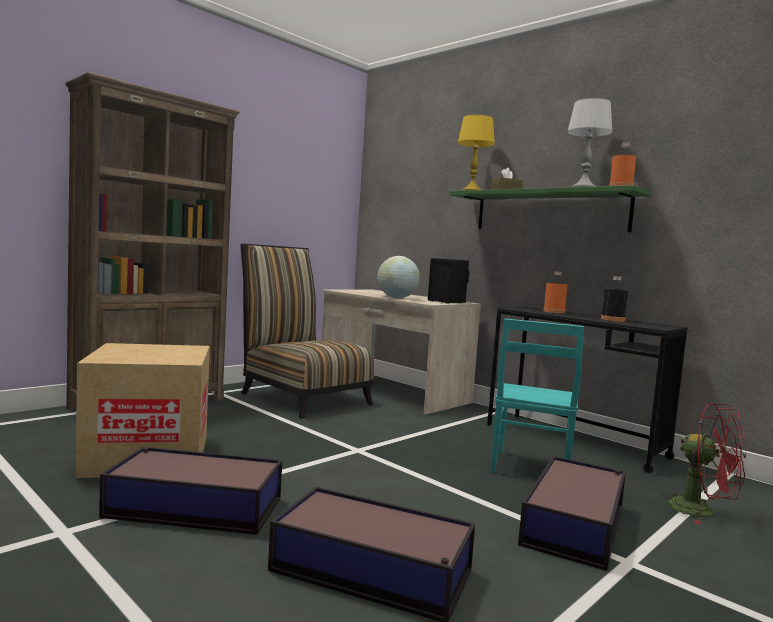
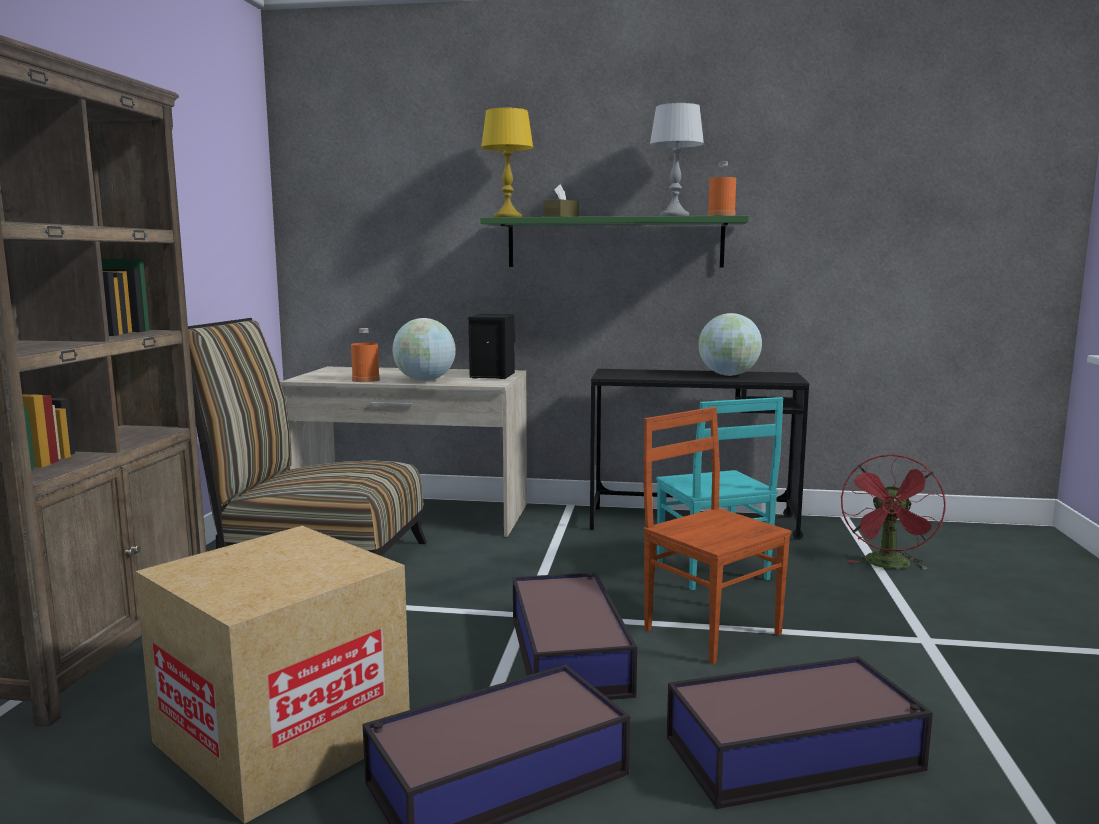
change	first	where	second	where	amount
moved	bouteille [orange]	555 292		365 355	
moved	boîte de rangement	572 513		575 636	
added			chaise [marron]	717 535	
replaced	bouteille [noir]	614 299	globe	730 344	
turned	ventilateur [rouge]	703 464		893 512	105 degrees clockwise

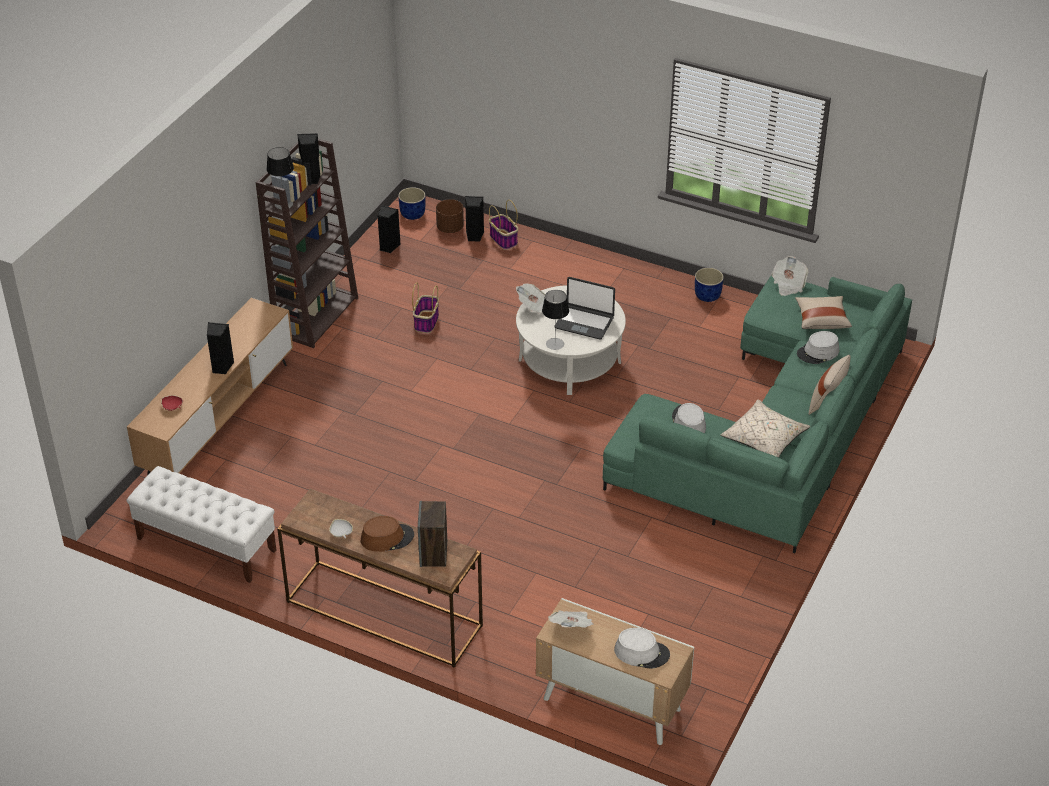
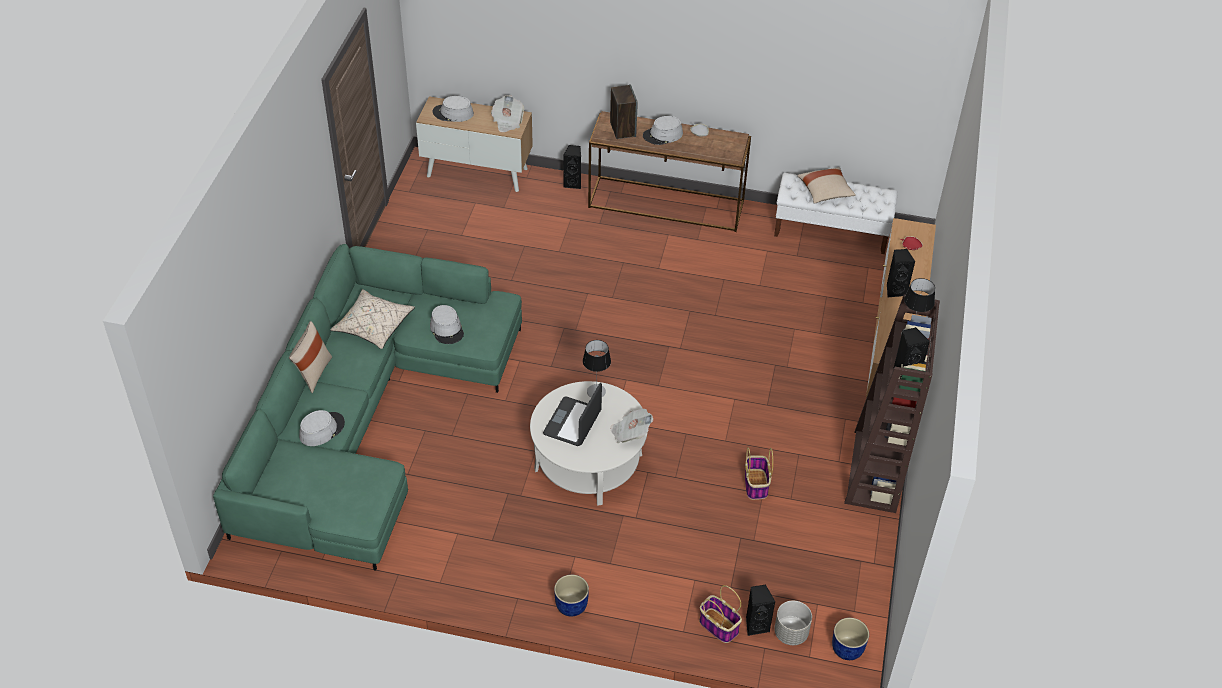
change	first	where	second	where	amount
turned	ordinateur portable	585 308		572 414	75 degrees counterclockwise
moved	cache-pot [bleu]	709 285		571 596	
moved	enceinte [noir]	388 229		572 167	
recoloured	chapeau [marron]	387 534	chapeau [gris]	663 130	
recoloured	cache-pot [marron]	450 216	cache-pot [gris]	793 623	
moved	coussin [beige]	823 312		826 185	
removed	journal	790 276			

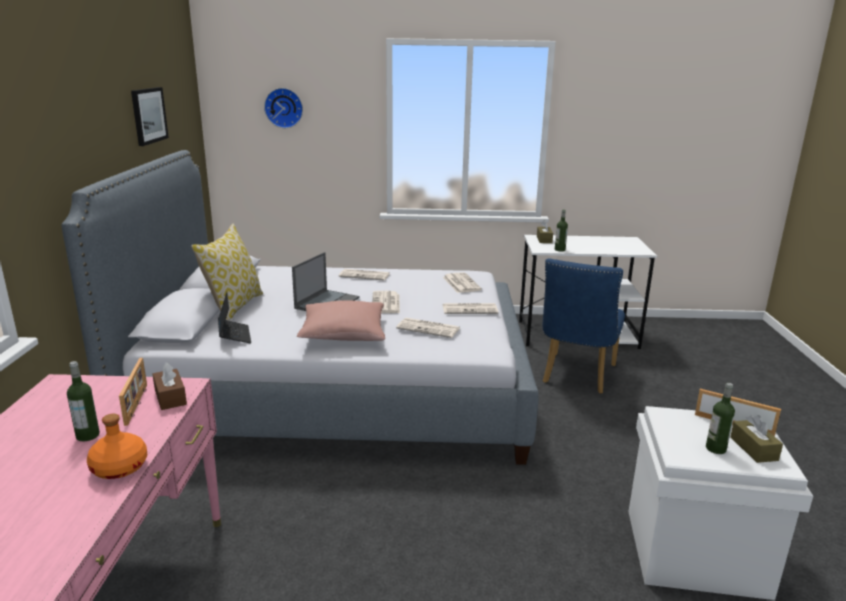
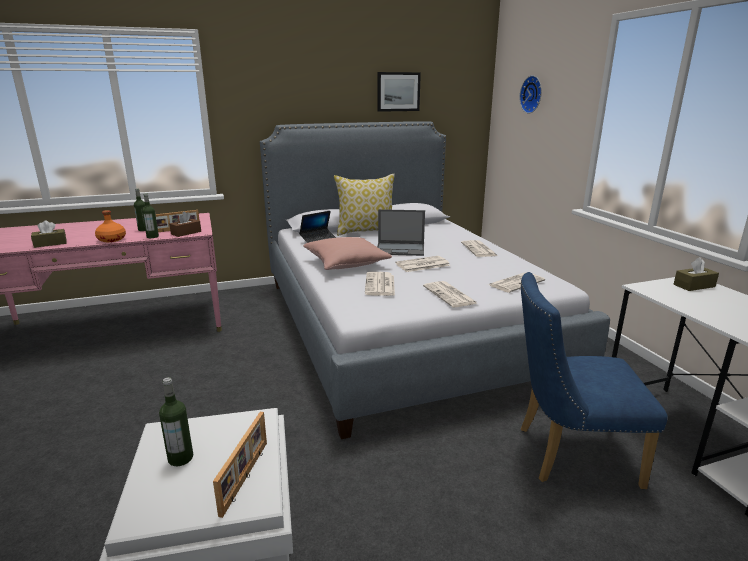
change	first	where	second	where	amount
moved	boîte à mouchoirs [marron]	756 439		49 234	
moved	bouteille	561 230		150 216	

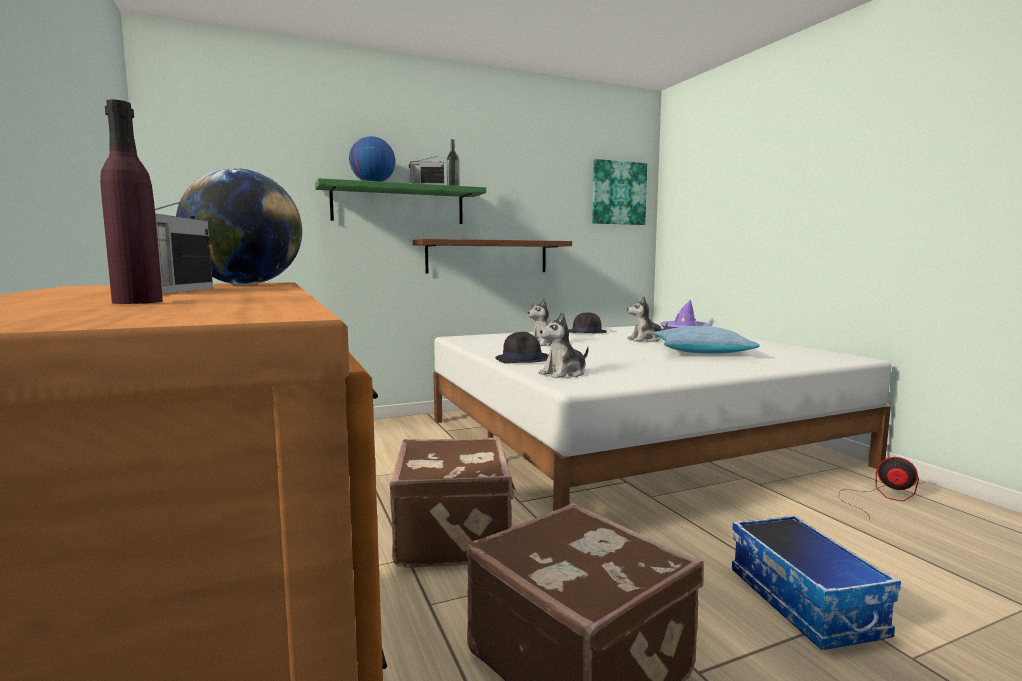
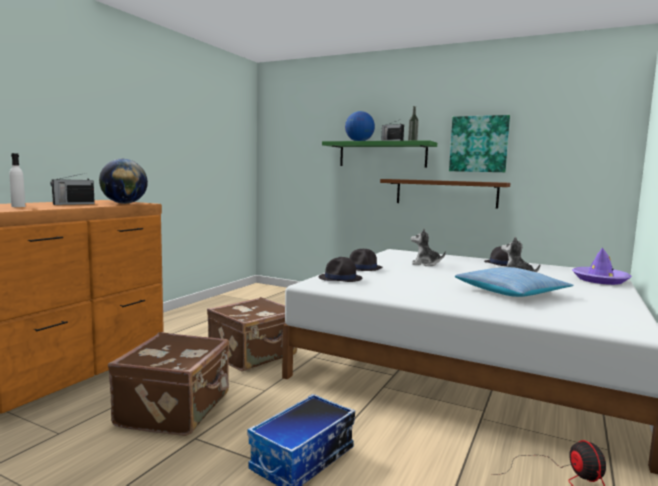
change	first	where	second	where	amount
recoloured	bouteille [violet]	131 201	bouteille [blanc]	17 180	
replaced	peluche	564 345	chapeau [noir]	340 269	
moved	tableau	619 192		479 143	

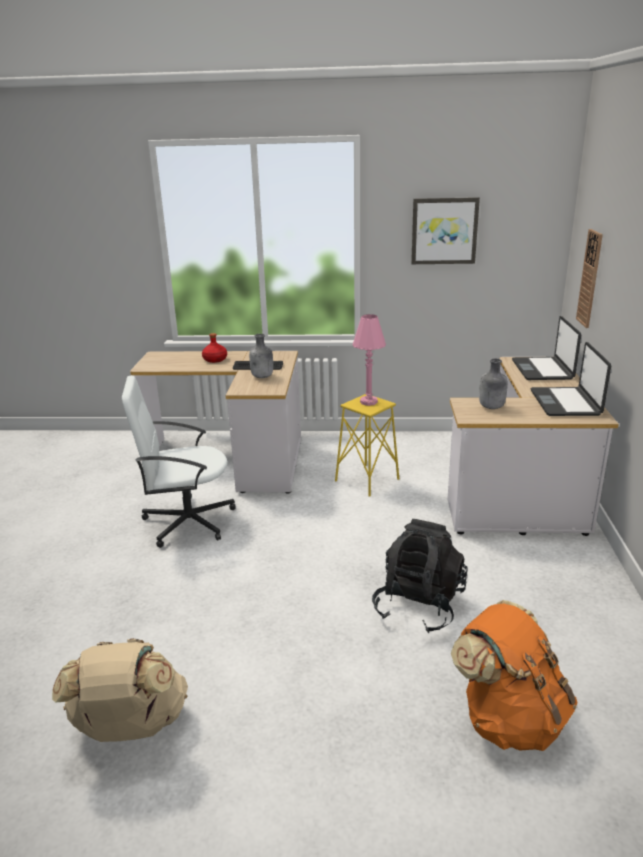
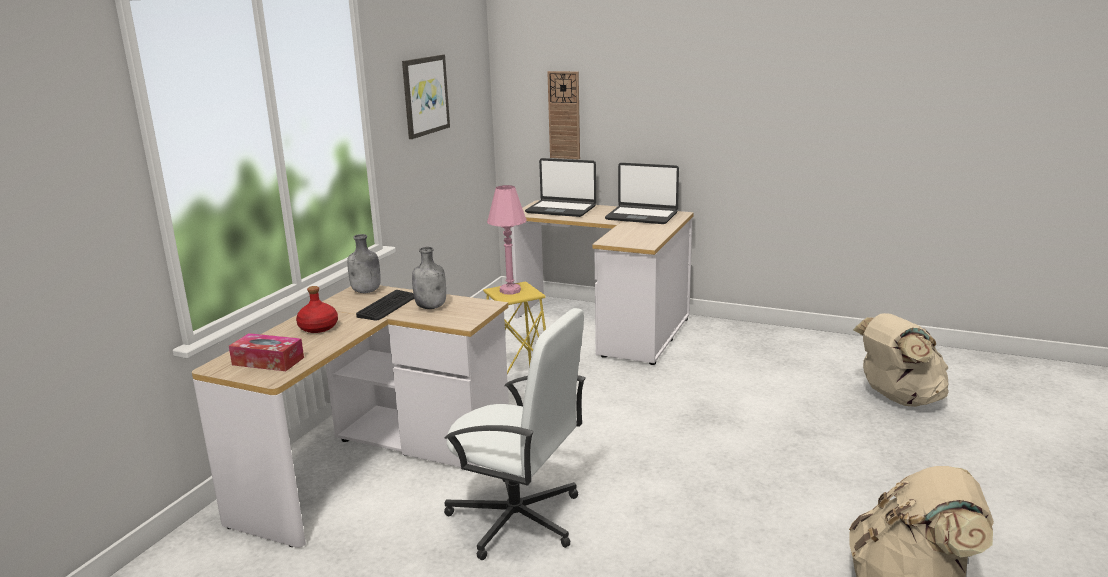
change	first	where	second	where	amount
added			boîte à mouchoirs	266 352	
moved	bouteille [gris]	493 383		364 263	
turned	chaise de bureau [blanc]	179 462		515 434	75 degrees counterclockwise
recoloured	sac à dos [orange]	514 675	sac à dos [beige]	901 360	
removed	sac à dos [noir]	420 576			

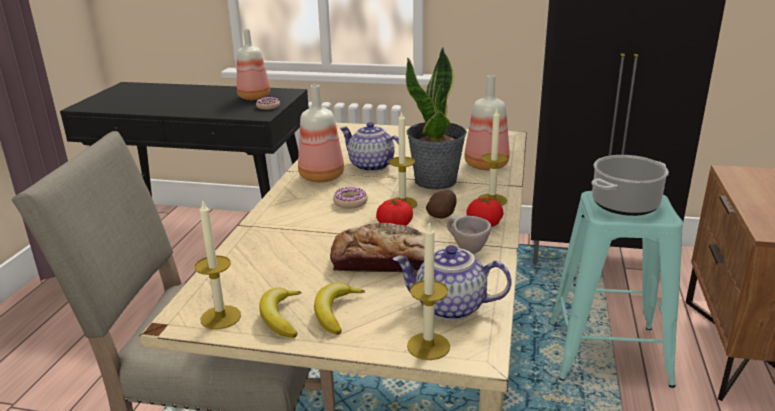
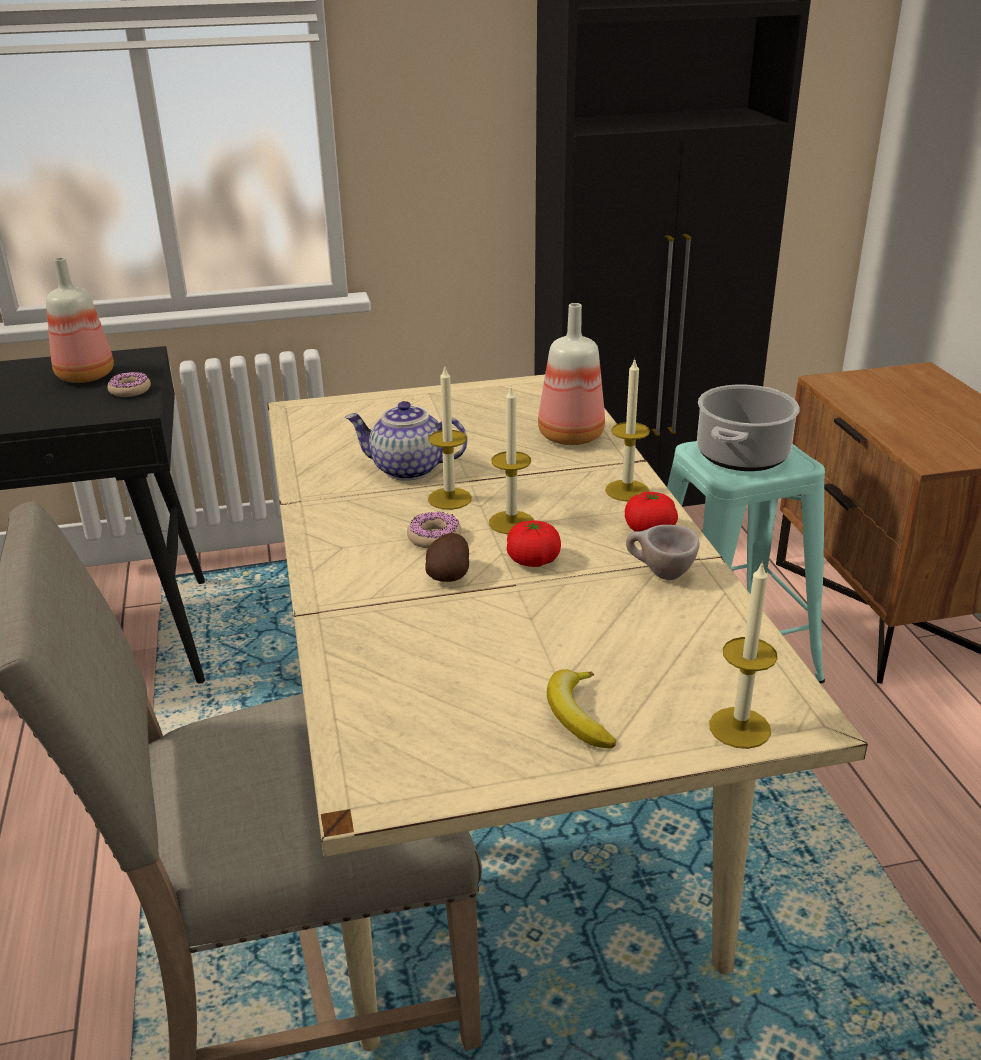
change	first	where	second	where	amount
moved	pomme de terre	441 204		447 557	
moved	bougie	218 264		450 437	
removed	banane	280 313			
removed	bouteille	321 133			
removed	pain	382 247			
removed	théière	452 283			
removed	plante en pot	436 118			

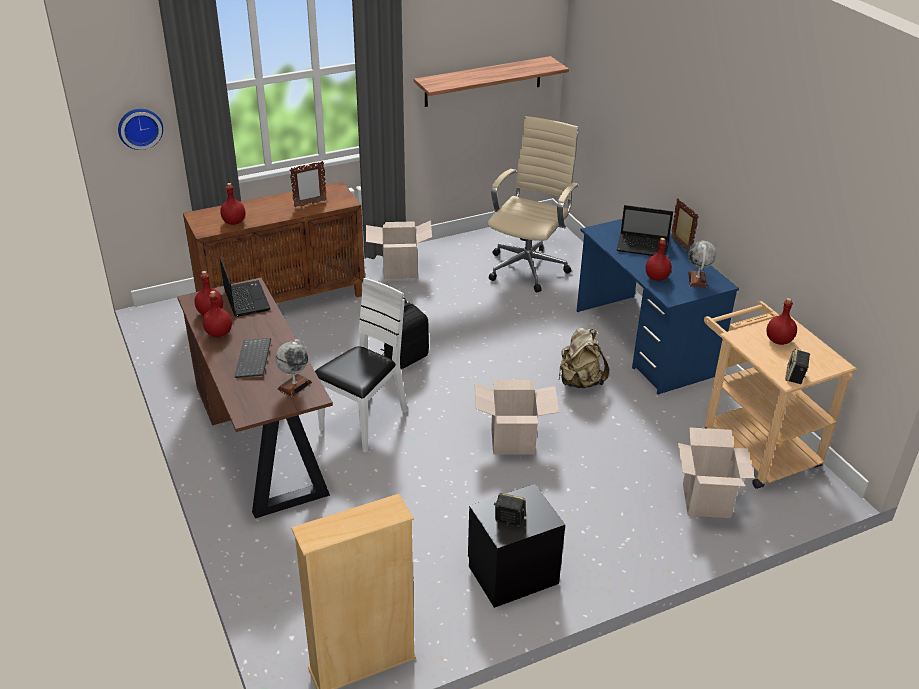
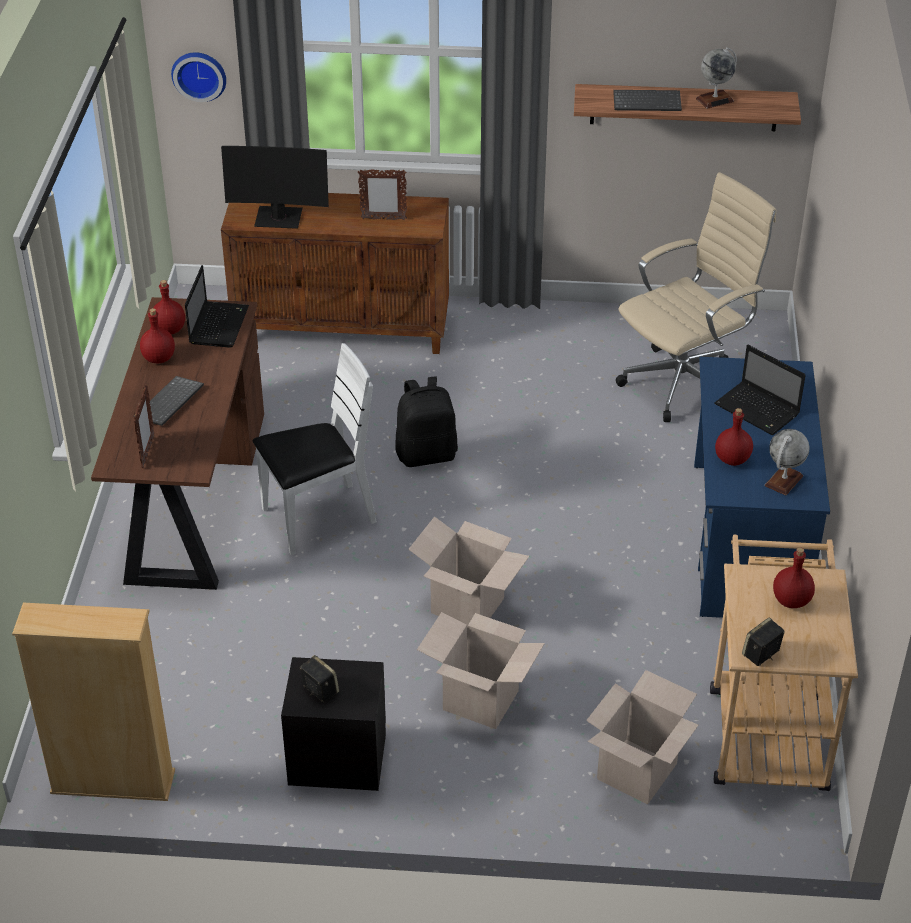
change	first	where	second	where	amount
moved	cadre photo	685 224		144 426	
replaced	bouteille [rouge]	232 204	écran d'ordinateur	275 187	
moved	carton	399 249		481 670	
added			clavier	647 100	
moved	globe	293 368		716 78	
removed	sac à dos [beige]	584 357			

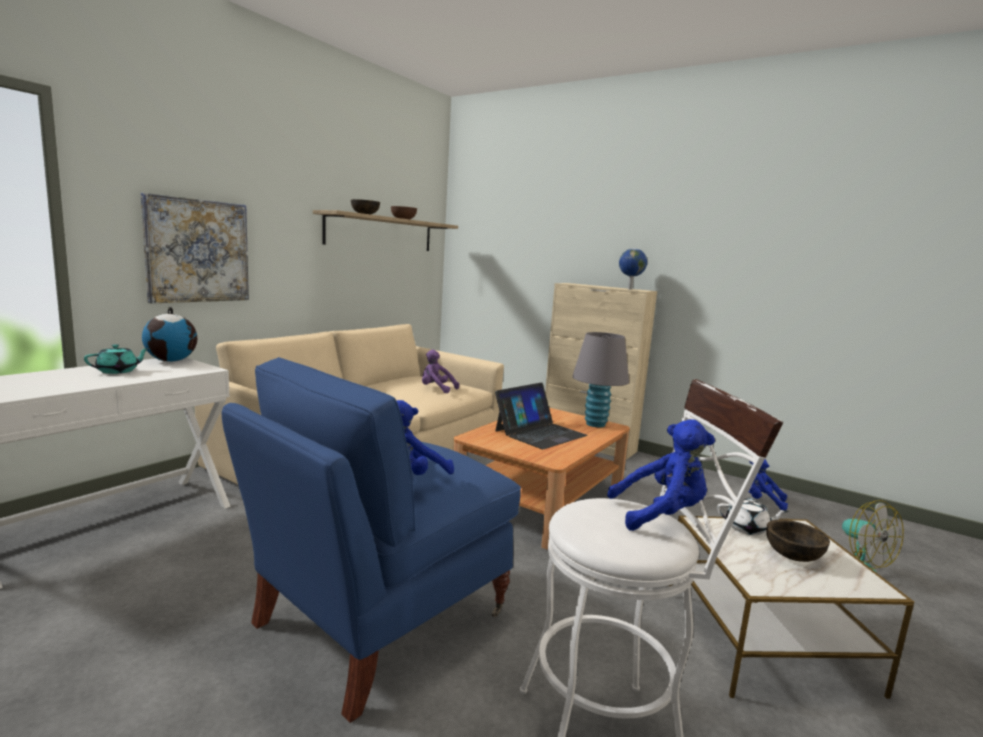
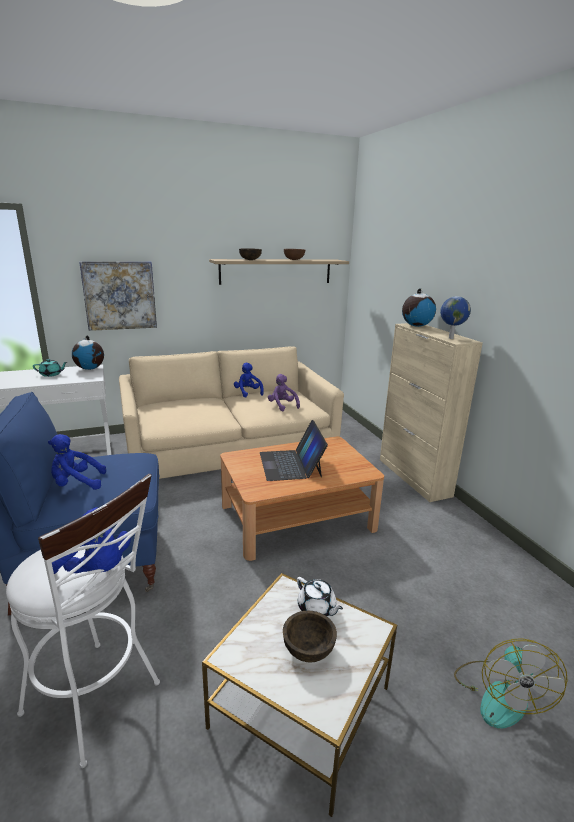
change	first	where	second	where	amount
moved	peluche [bleu]	768 485		249 380	
turned	ordinateur portable	541 415		294 450	90 degrees clockwise
added			globe	419 307	
removed	lampe de table [gris]	600 379			

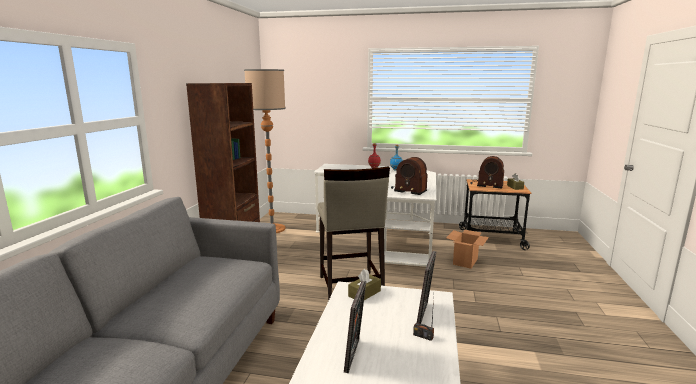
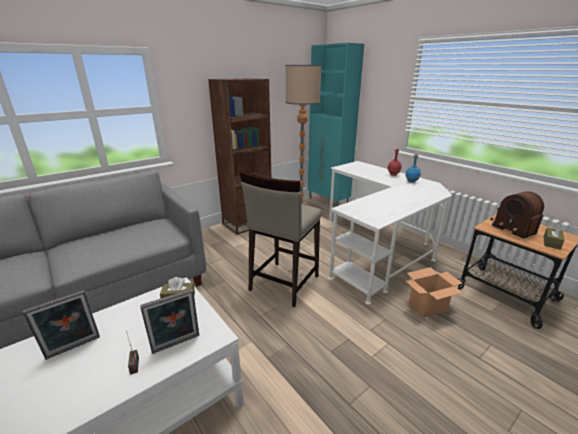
change	first	where	second	where	amount
added			meuble de rangement [turquoise]	336 124	
removed	radio	409 176			

